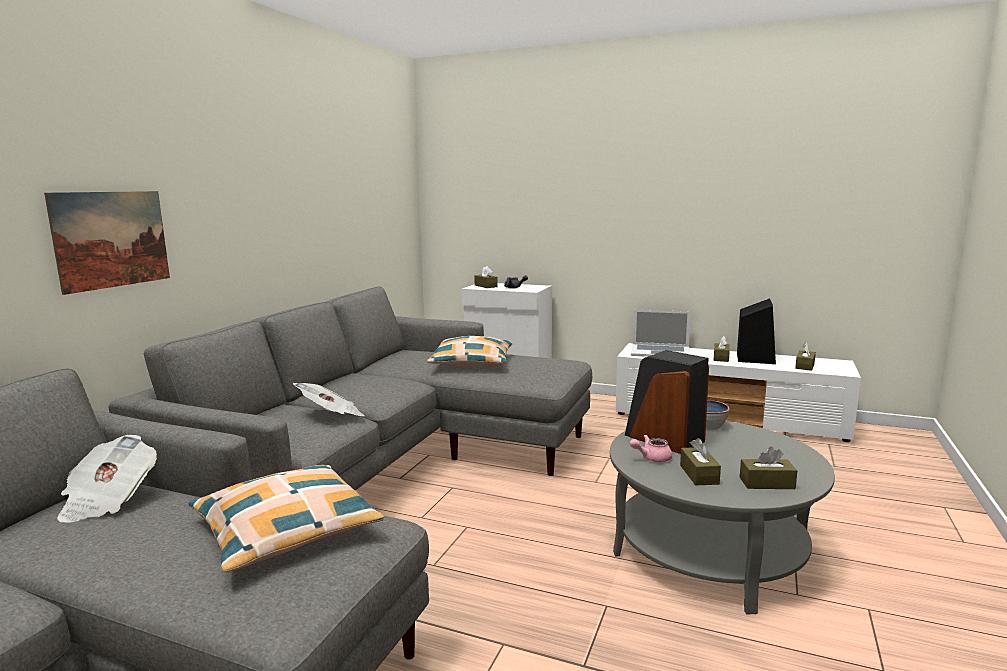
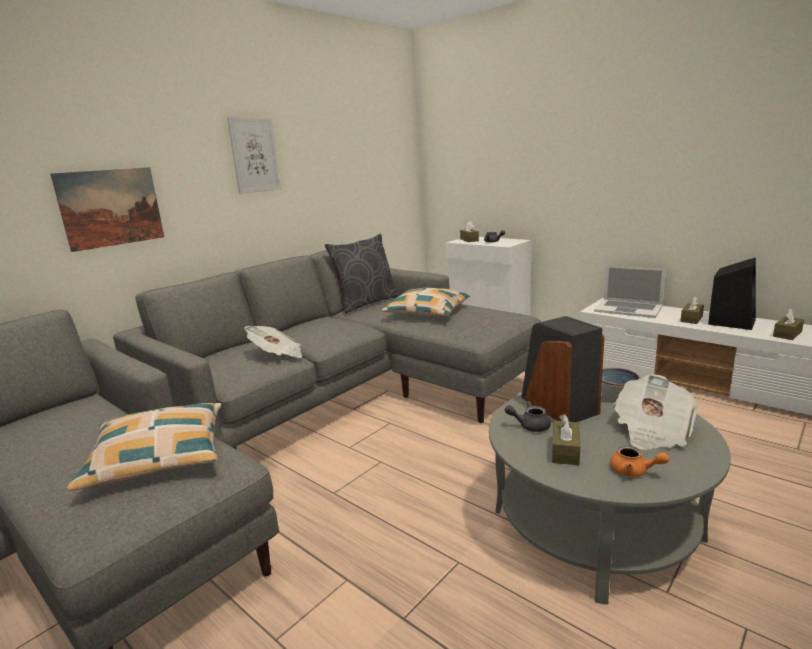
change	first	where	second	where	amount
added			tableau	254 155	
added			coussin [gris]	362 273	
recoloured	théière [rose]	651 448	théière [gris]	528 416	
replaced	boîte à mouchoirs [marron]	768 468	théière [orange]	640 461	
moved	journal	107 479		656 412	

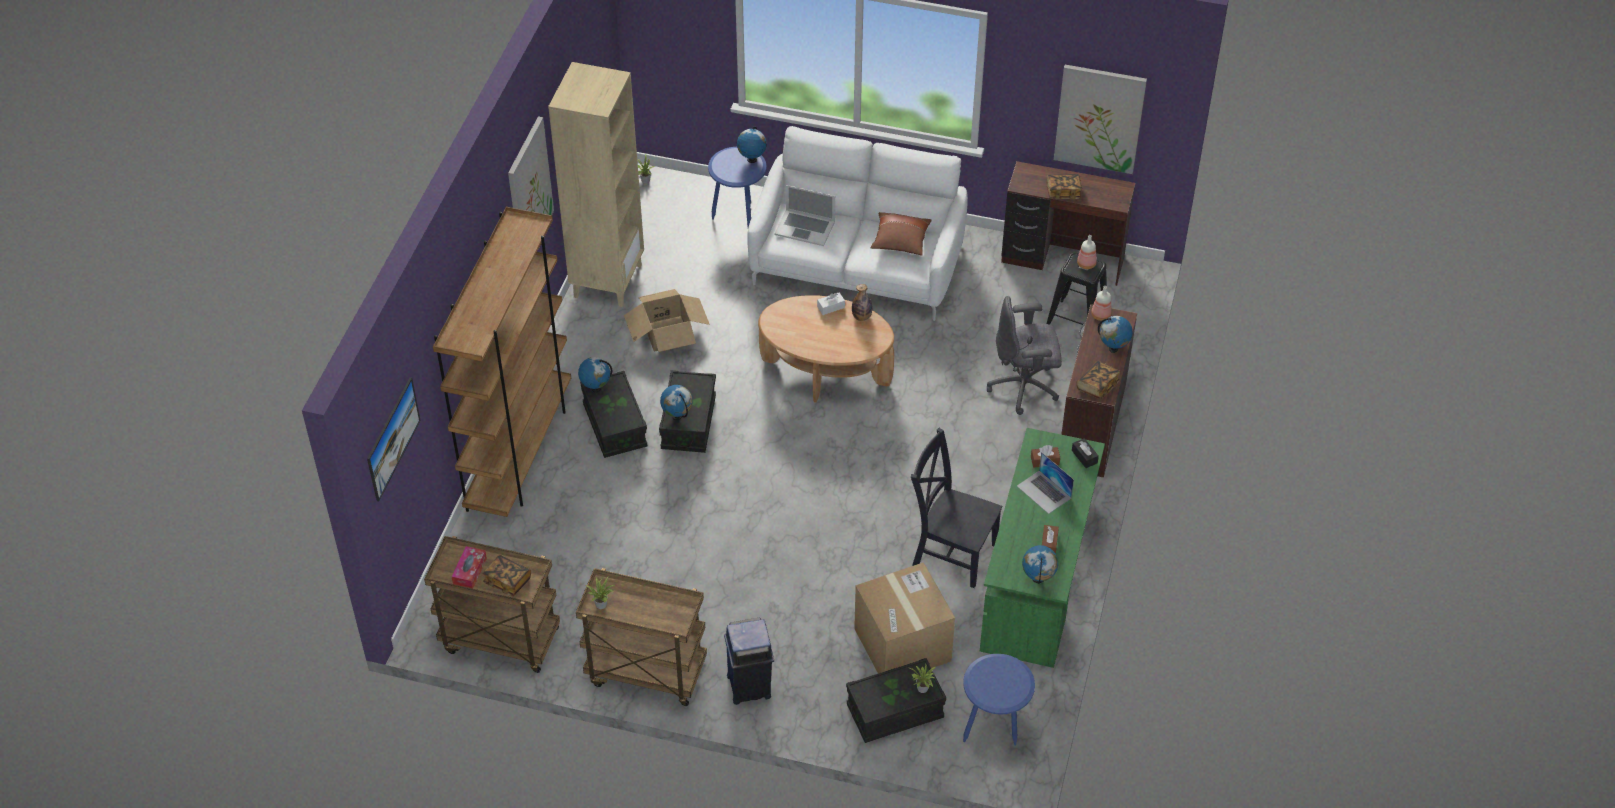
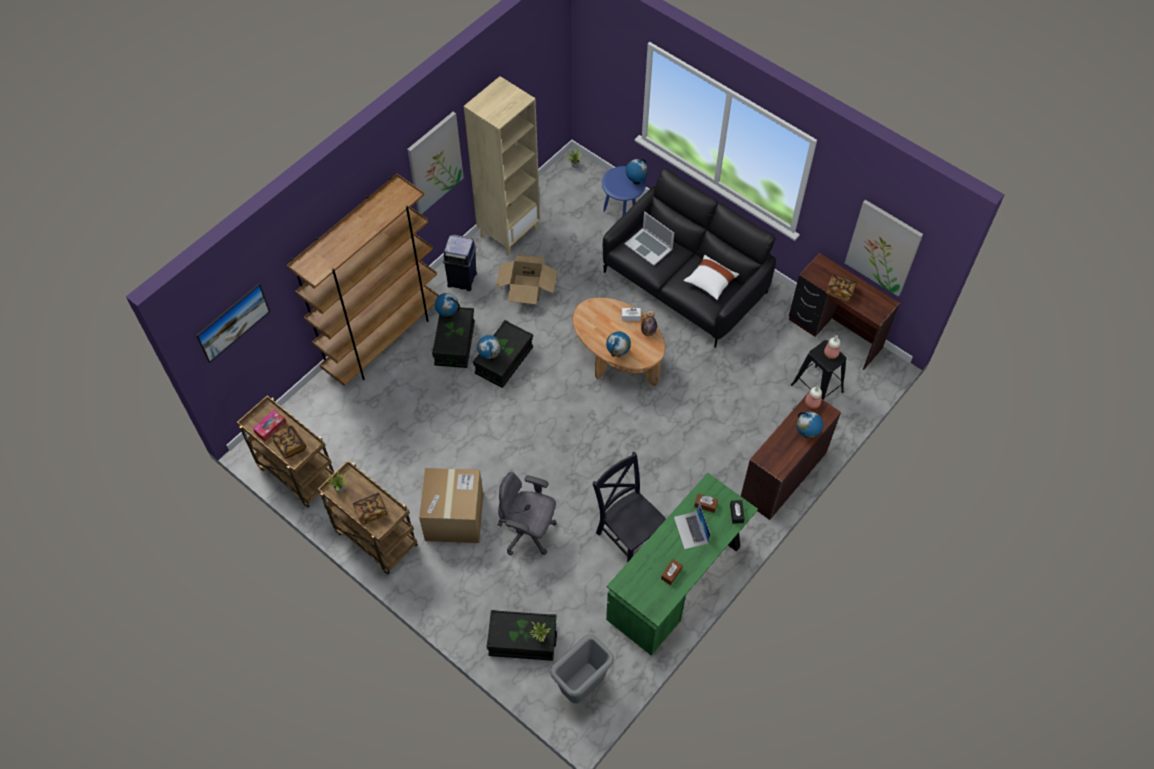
change	first	where	second	where	amount
moved	livre	1098 380		370 508	
moved	carton	904 618		451 505	
moved	poubelle [bleu]	749 661		460 262	
moved	chaise de bureau [gris]	1024 355		527 514	
replaced	table d'appoint [bleu]	999 700	poubelle [gris]	582 669	
recoloured	canapé [blanc]	857 223	canapé [noir]	689 258	
moved	globe	1040 564		618 344	
recoloured	coussin [marron]	900 234	coussin [blanc]	711 277	

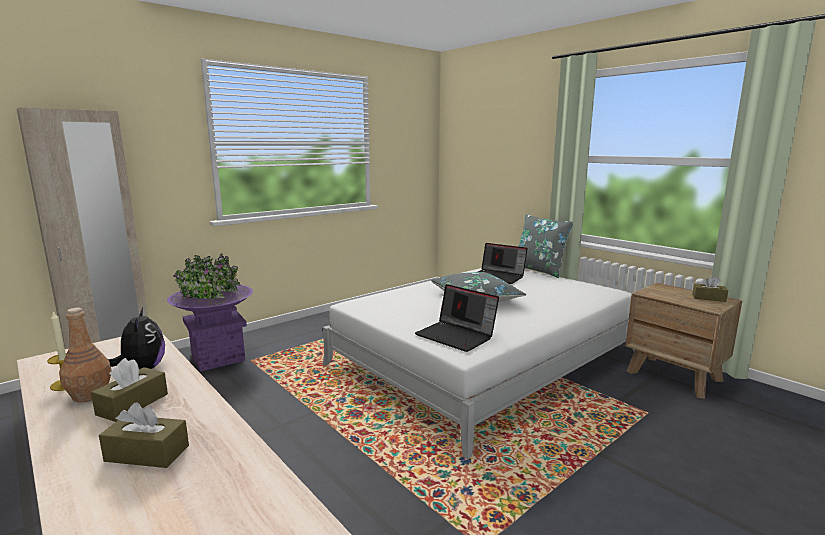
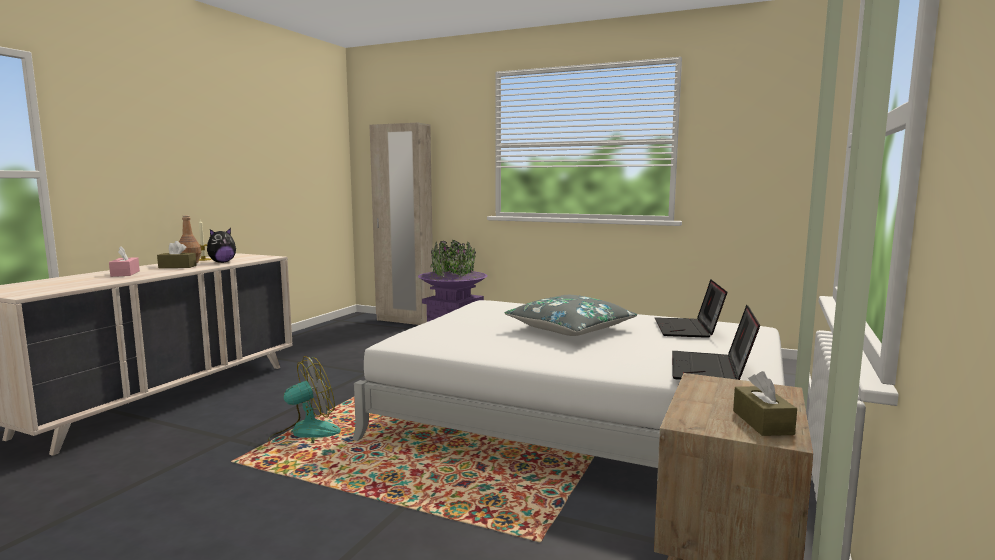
change	first	where	second	where	amount
recoloured	boîte à mouchoirs [marron]	144 435	boîte à mouchoirs [rose]	124 261	
added			ventilateur	304 399	
moved	ordinateur portable	457 318		716 342	
removed	coussin [gris]	546 246			

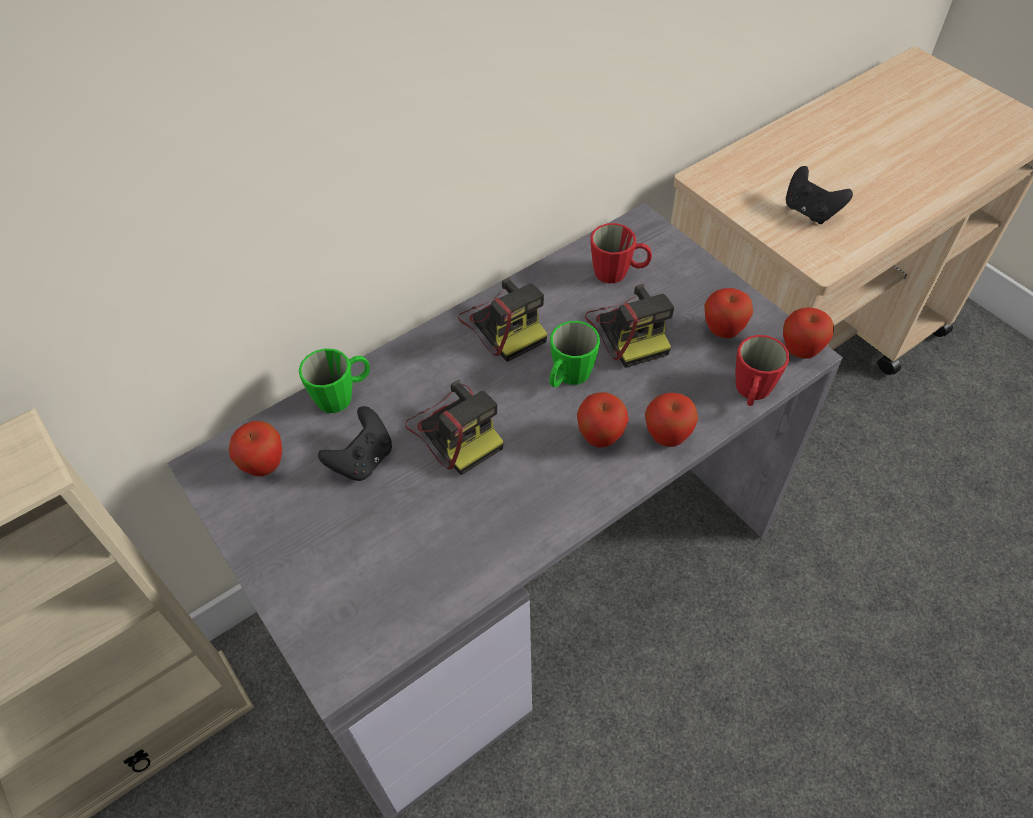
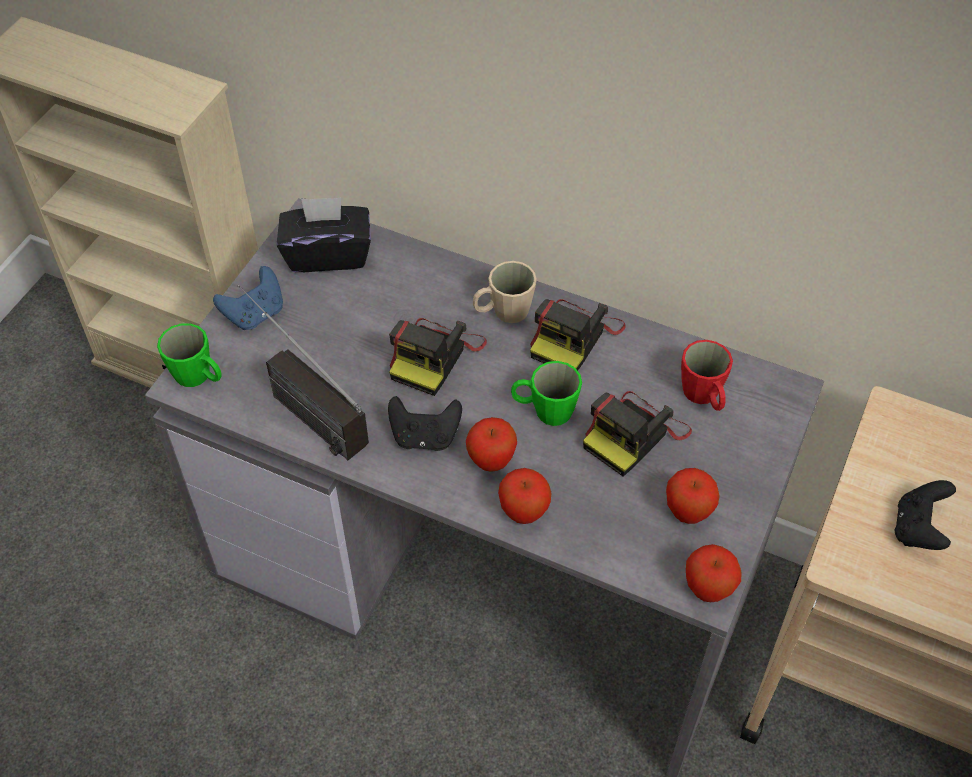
change	first	where	second	where	amount
moved	mug [vert]	334 380		189 355	
added			manette [bleu]	248 298	
added			radio	303 372	
replaced	pomme	255 448	boîte à mouchoirs [noir]	324 235	
moved	manette [noir]	355 443		425 423	
added			mug [beige]	505 292	
removed	mug [rouge]	762 370			

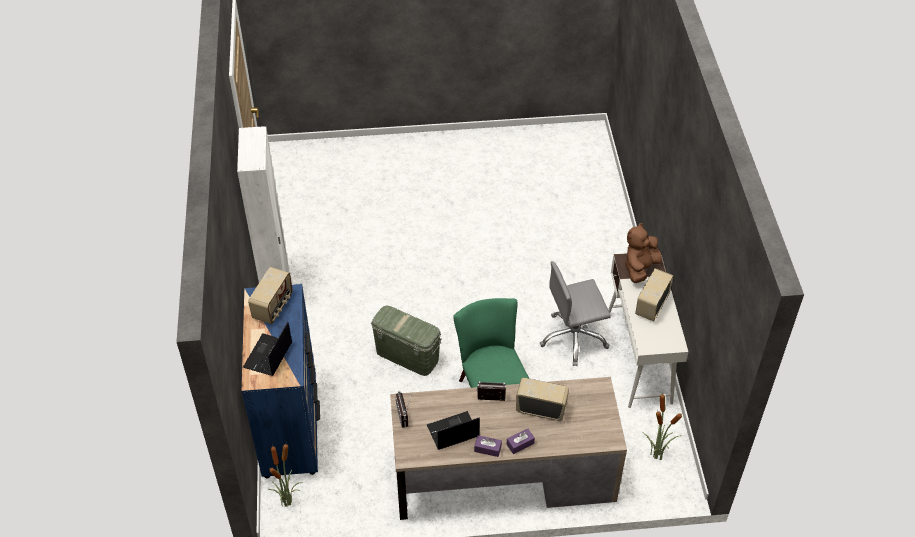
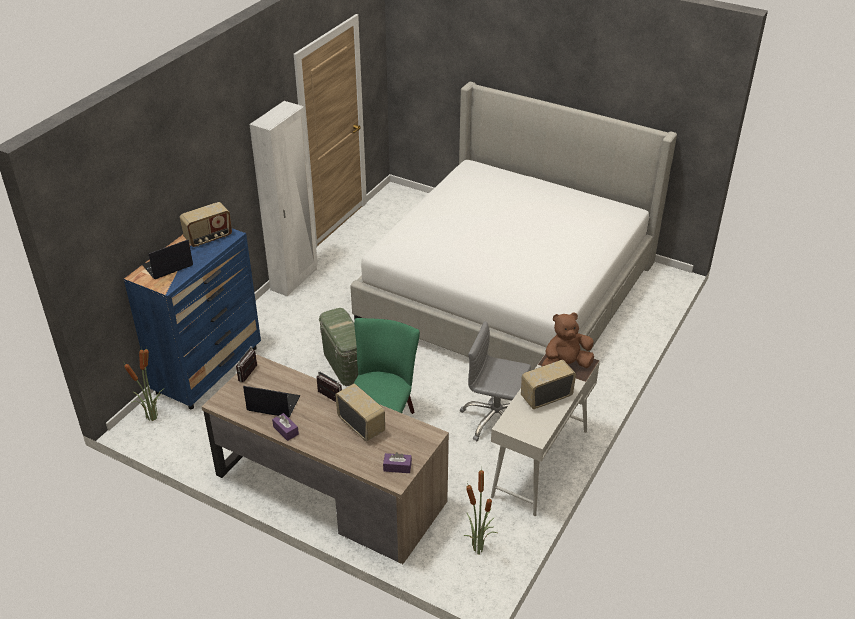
change	first	where	second	where	amount
added			lit	513 226	
moved	boîte à mouchoirs [violet]	521 441		397 462	

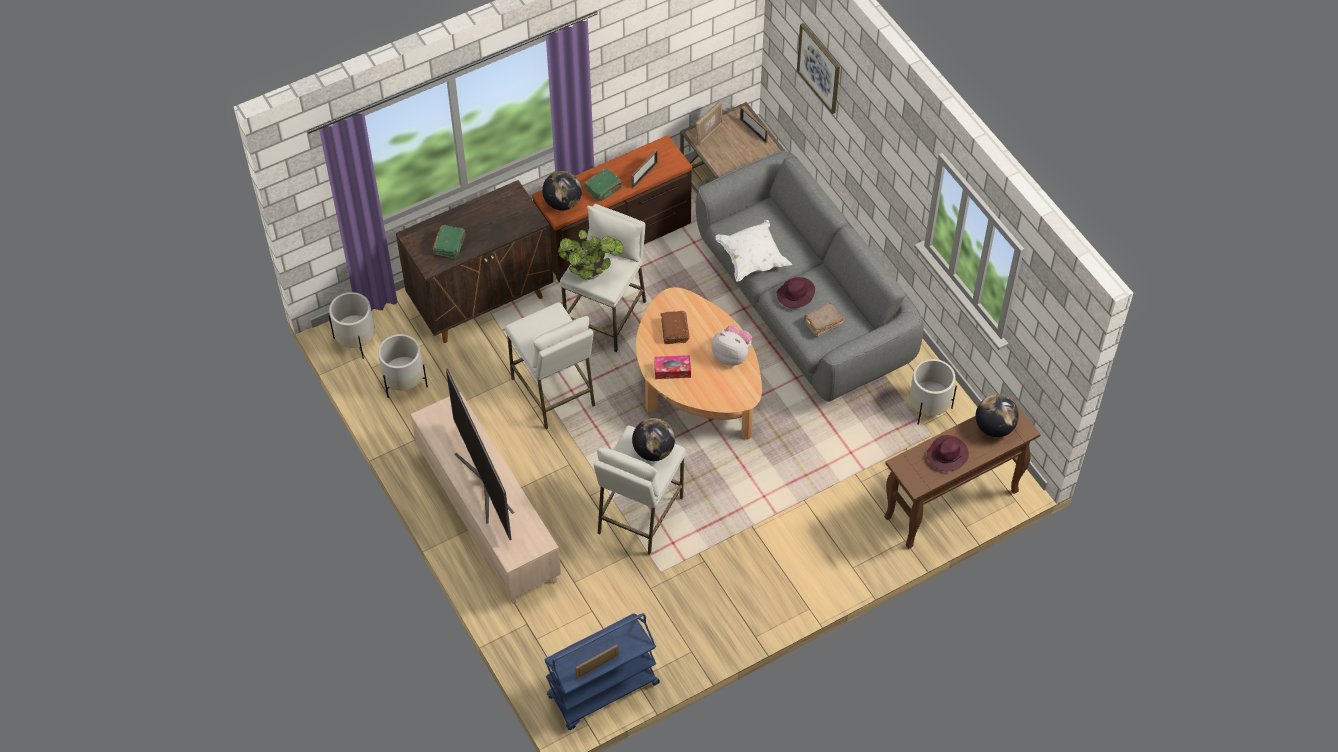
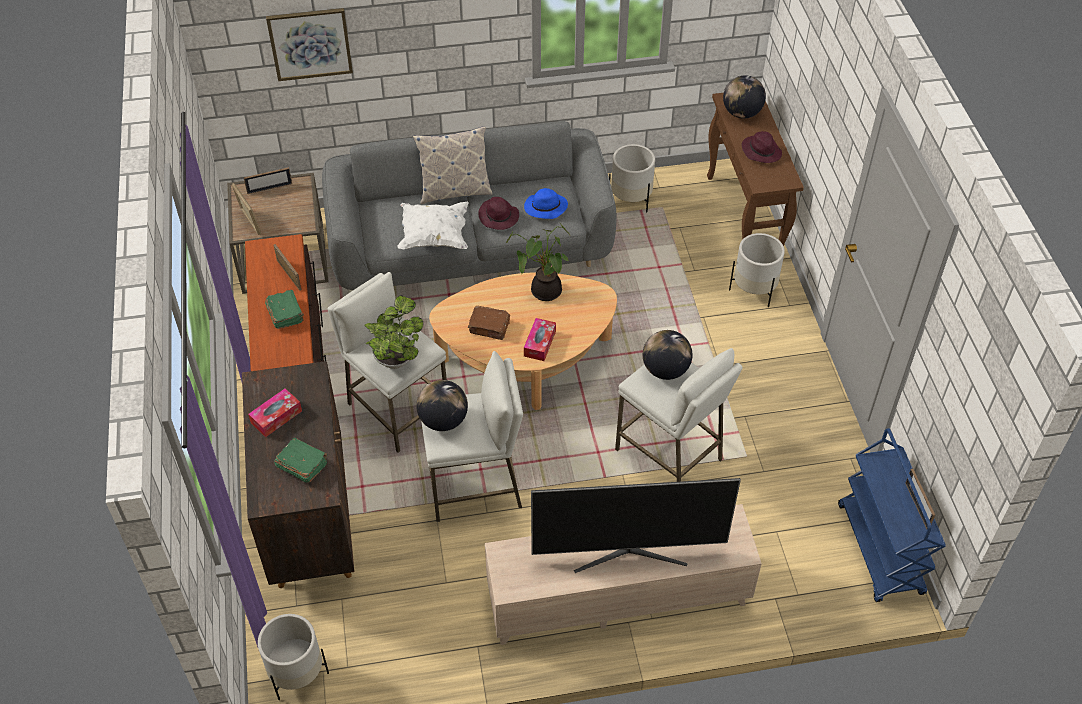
change	first	where	second	where	amount
added			boîte à mouchoirs	275 413	
added			coussin	452 165	
moved	globe	562 191		442 405	
replaced	peluche	731 346	plante en pot	538 261	
replaced	livre [marron]	823 320	chapeau [bleu]	546 203	
moved	cache-pot [blanc]	403 366		757 270	

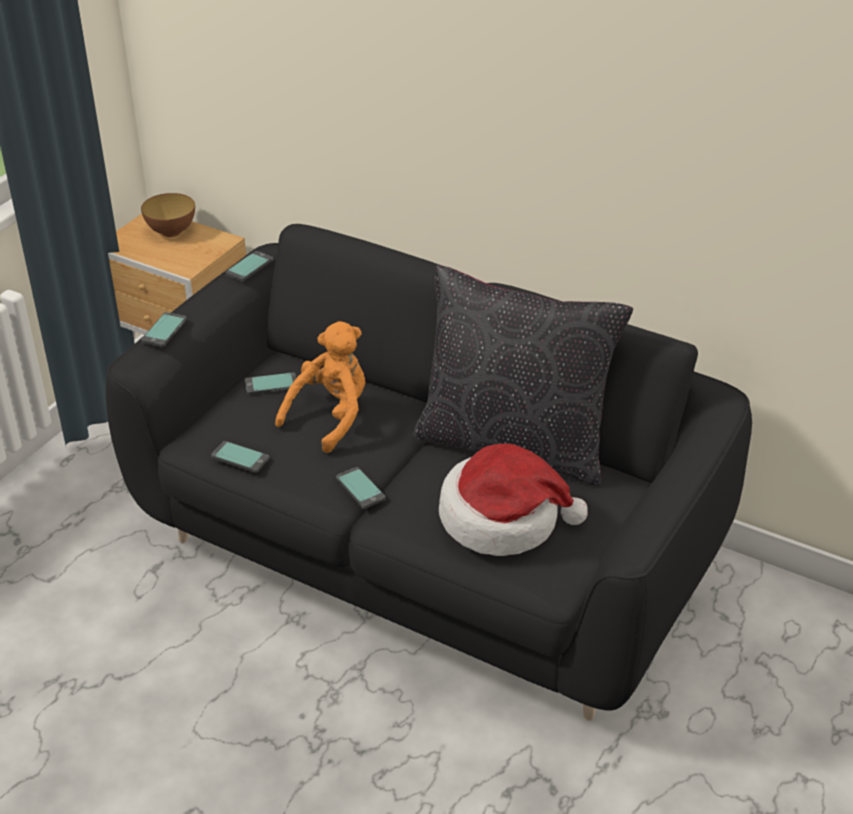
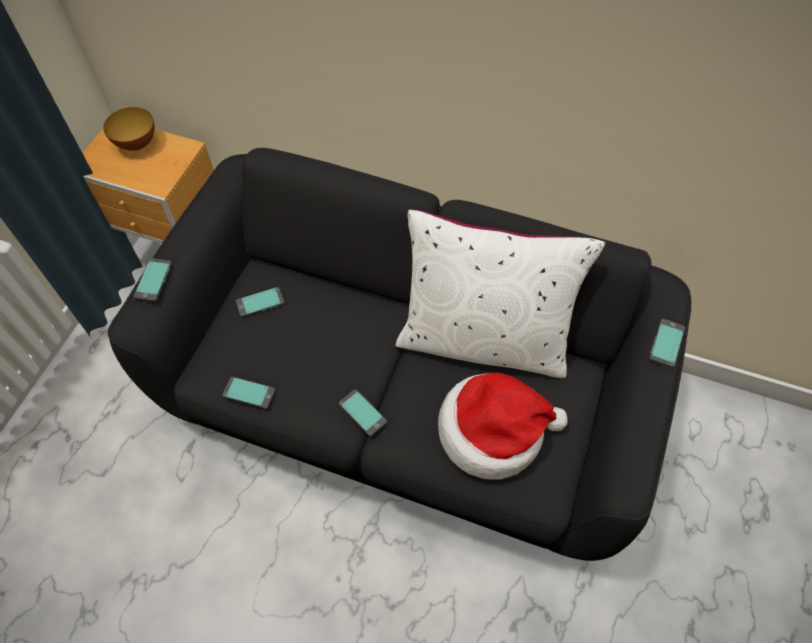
change	first	where	second	where	amount
recoloured	coussin [noir]	522 375	coussin [blanc]	500 293	
moved	téléphone	249 266		667 343	
removed	peluche [orange]	320 387			

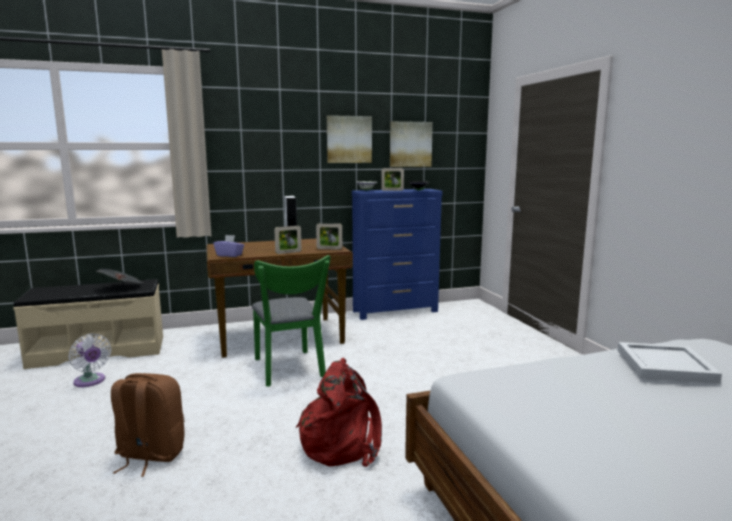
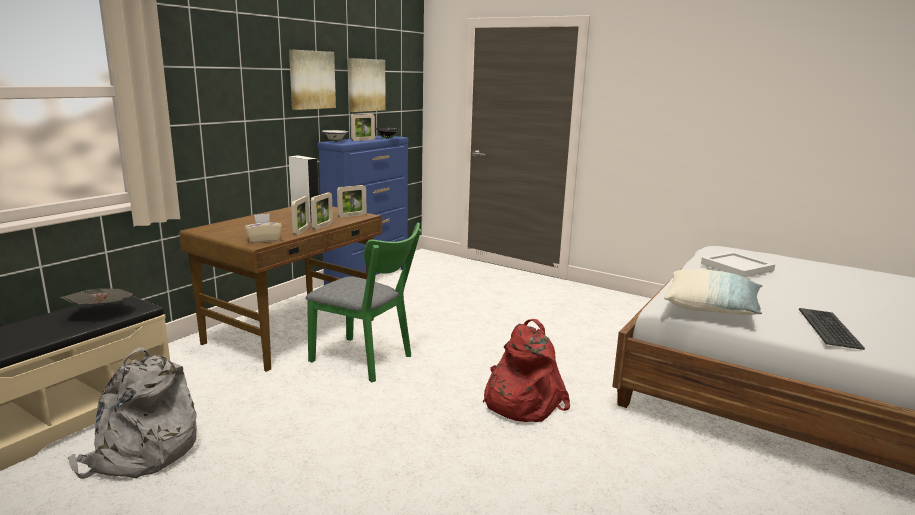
change	first	where	second	where	amount
replaced	ventilateur [blanc]	89 360	sac à dos [gris]	132 413	
recoloured	boîte à mouchoirs [violet]	228 246	boîte à mouchoirs [beige]	263 228	
added			cadre photo	300 215	
added			coussin	713 292	
added			clavier	832 329	
removed	sac à dos [marron]	147 425			

